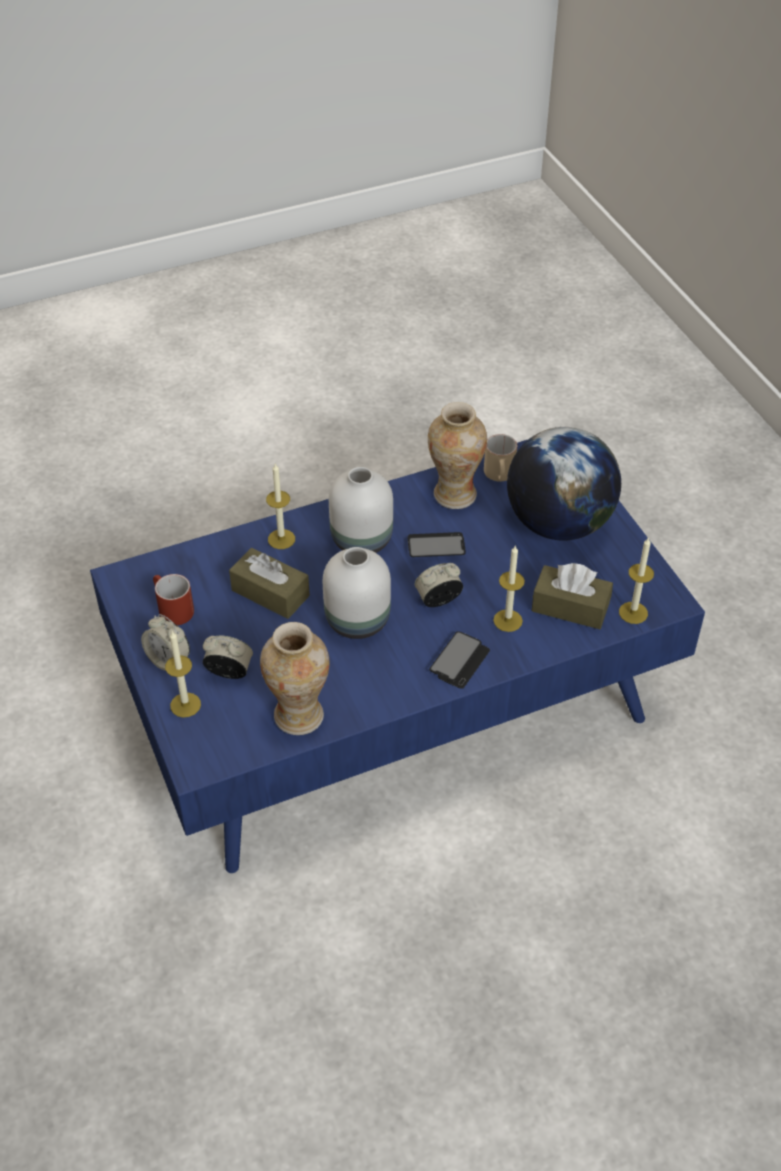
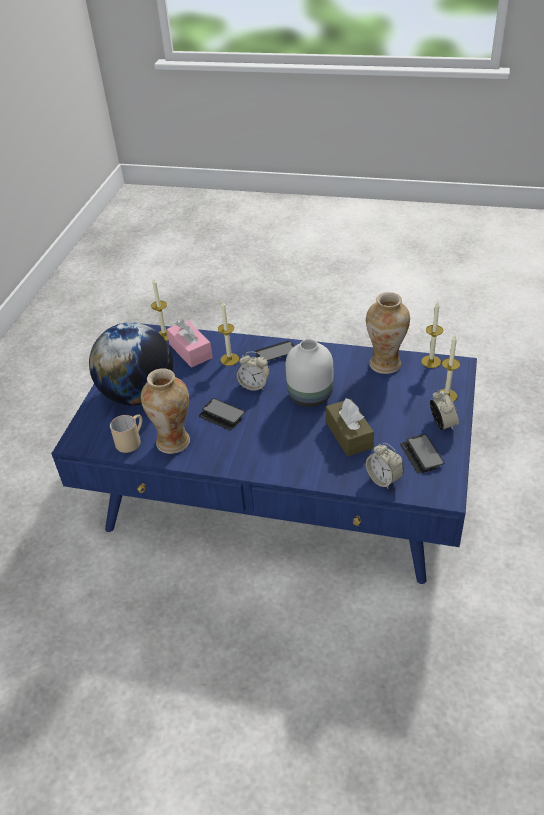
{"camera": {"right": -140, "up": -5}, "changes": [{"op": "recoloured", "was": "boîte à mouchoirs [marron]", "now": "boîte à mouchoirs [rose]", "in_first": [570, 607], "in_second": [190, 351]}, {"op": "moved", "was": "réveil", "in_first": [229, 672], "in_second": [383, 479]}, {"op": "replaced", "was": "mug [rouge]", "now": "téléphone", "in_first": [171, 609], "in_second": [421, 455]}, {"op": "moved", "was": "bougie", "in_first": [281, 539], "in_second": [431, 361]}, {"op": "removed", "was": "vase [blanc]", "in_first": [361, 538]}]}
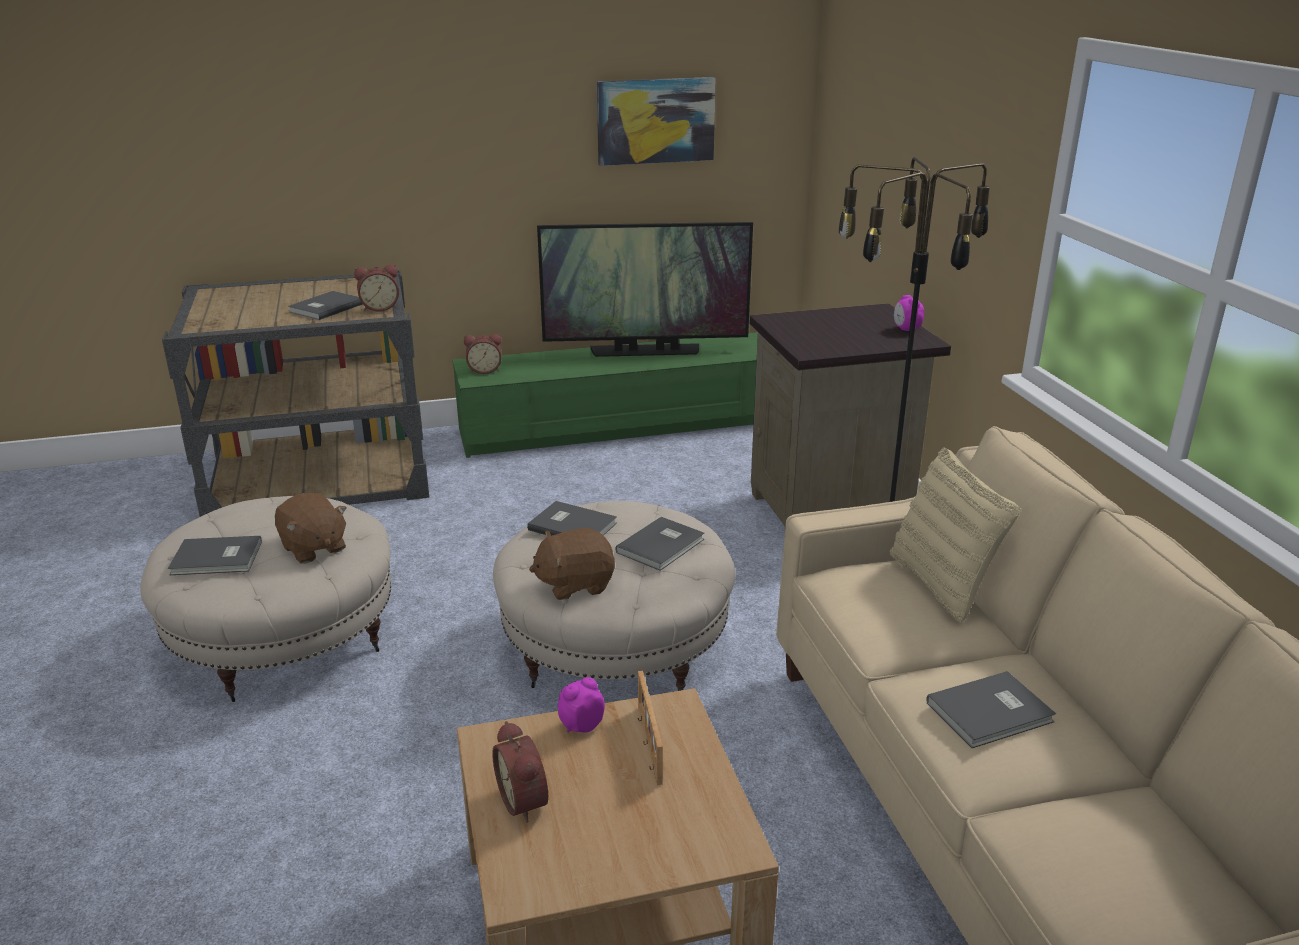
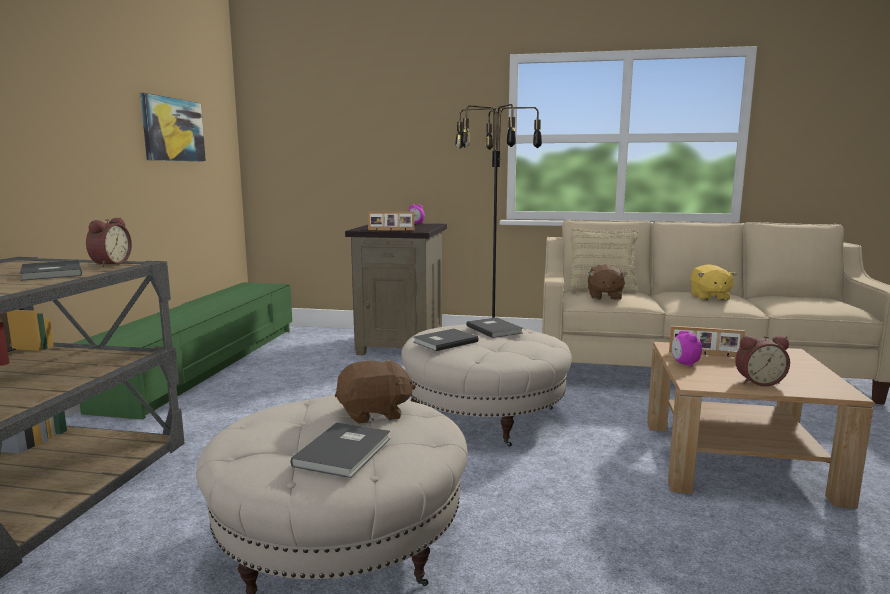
{"camera": {"right": -65, "up": -15}, "changes": [{"op": "added", "now": "cadre photo", "in_second": [391, 230]}, {"op": "moved", "was": "peluche [marron]", "in_first": [575, 584], "in_second": [604, 297]}, {"op": "replaced", "was": "livre [gris]", "now": "peluche [jaune]", "in_first": [992, 713], "in_second": [709, 297]}, {"op": "removed", "was": "réveil", "in_first": [484, 370]}, {"op": "removed", "was": "téléviseur", "in_first": [645, 351]}]}
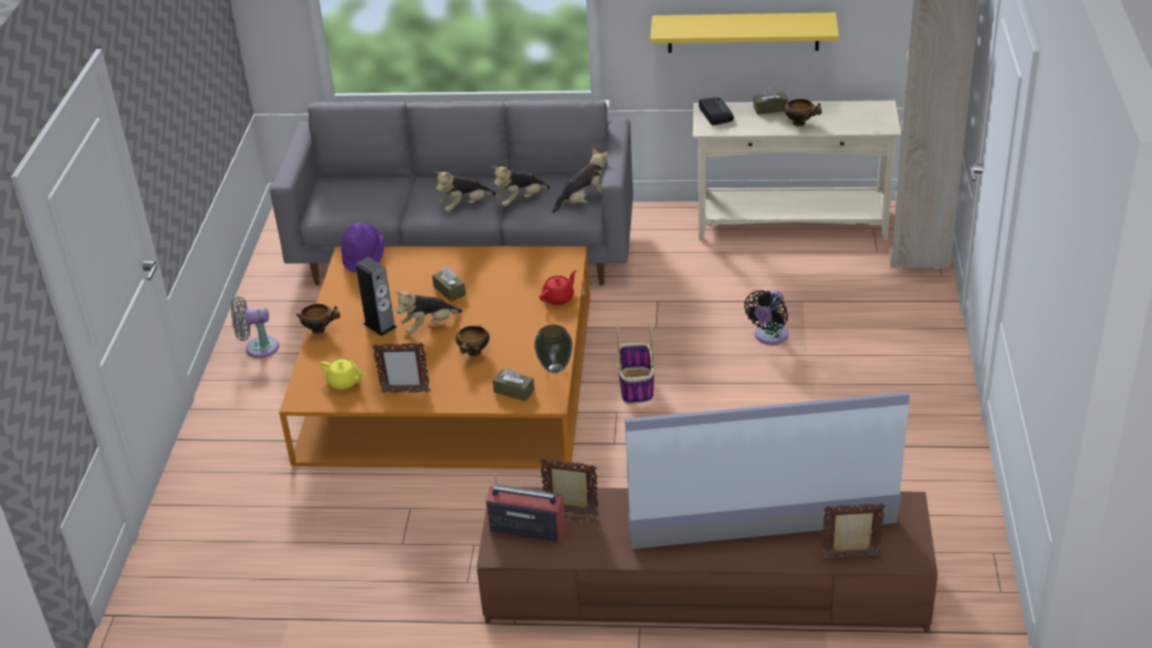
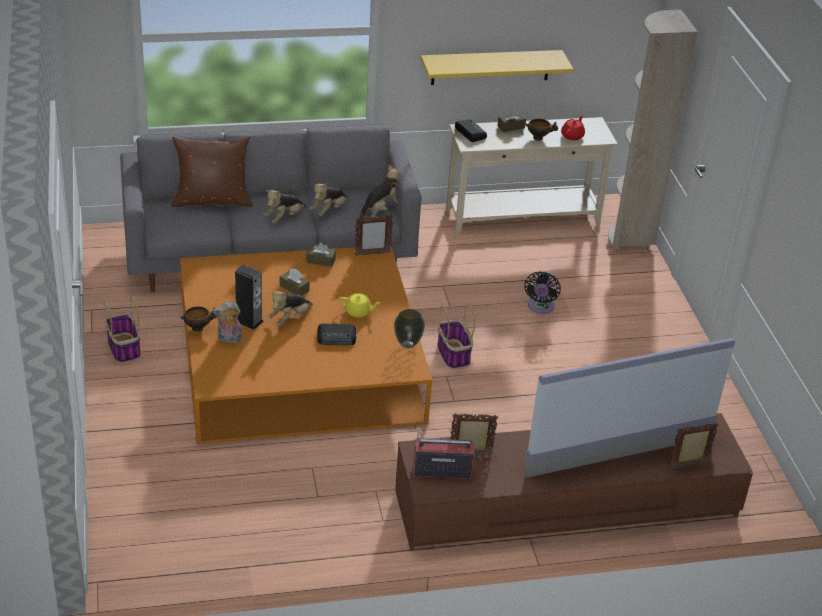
{"camera": {"right": -20, "up": 0}, "changes": [{"op": "replaced", "was": "ventilateur [gris]", "now": "panier", "in_first": [258, 348], "in_second": [124, 349]}, {"op": "added", "now": "coussin [marron]", "in_second": [212, 200]}, {"op": "added", "now": "peluche", "in_second": [229, 339]}, {"op": "moved", "was": "boîte à mouchoirs [marron]", "in_first": [514, 391], "in_second": [320, 261]}, {"op": "replaced", "was": "bol", "now": "radio", "in_first": [474, 353], "in_second": [337, 338]}, {"op": "moved", "was": "théière [jaune]", "in_first": [344, 382], "in_second": [358, 312]}, {"op": "moved", "was": "cadre photo", "in_first": [405, 392], "in_second": [372, 254]}, {"op": "moved", "was": "théière [rouge]", "in_first": [559, 298], "in_second": [572, 136]}, {"op": "removed", "was": "chapeau [violet]", "in_first": [363, 257]}]}
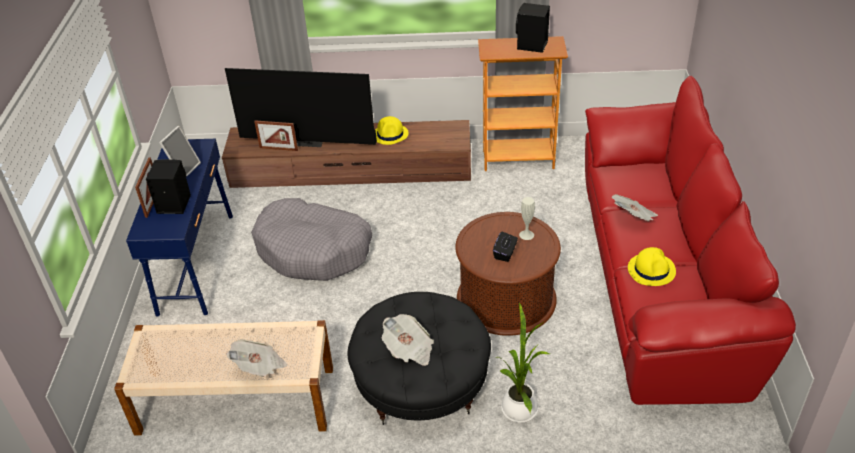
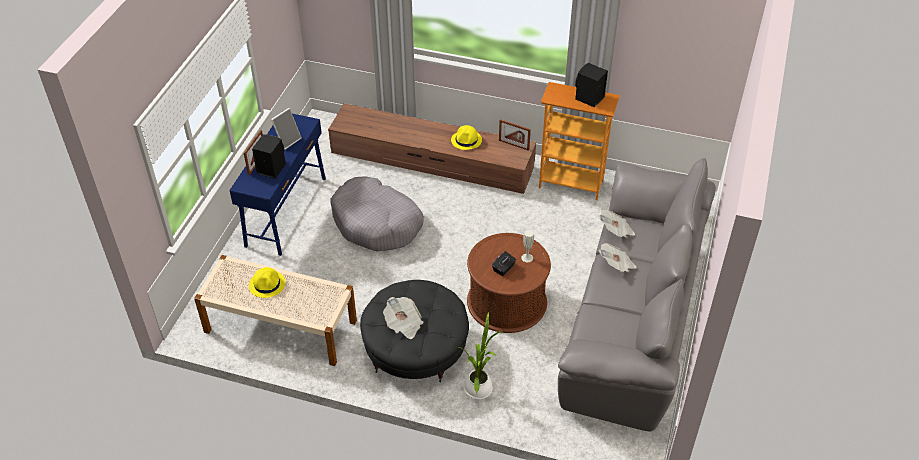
{"camera": {"right": 15, "up": 5}, "changes": [{"op": "moved", "was": "chapeau [jaune]", "in_first": [651, 270], "in_second": [267, 284]}, {"op": "moved", "was": "cadre photo", "in_first": [278, 149], "in_second": [514, 145]}, {"op": "recoloured", "was": "canapé [rouge]", "now": "canapé [gris]", "in_first": [659, 288], "in_second": [630, 325]}, {"op": "moved", "was": "journal", "in_first": [259, 367], "in_second": [615, 231]}, {"op": "removed", "was": "téléviseur", "in_first": [310, 141]}]}
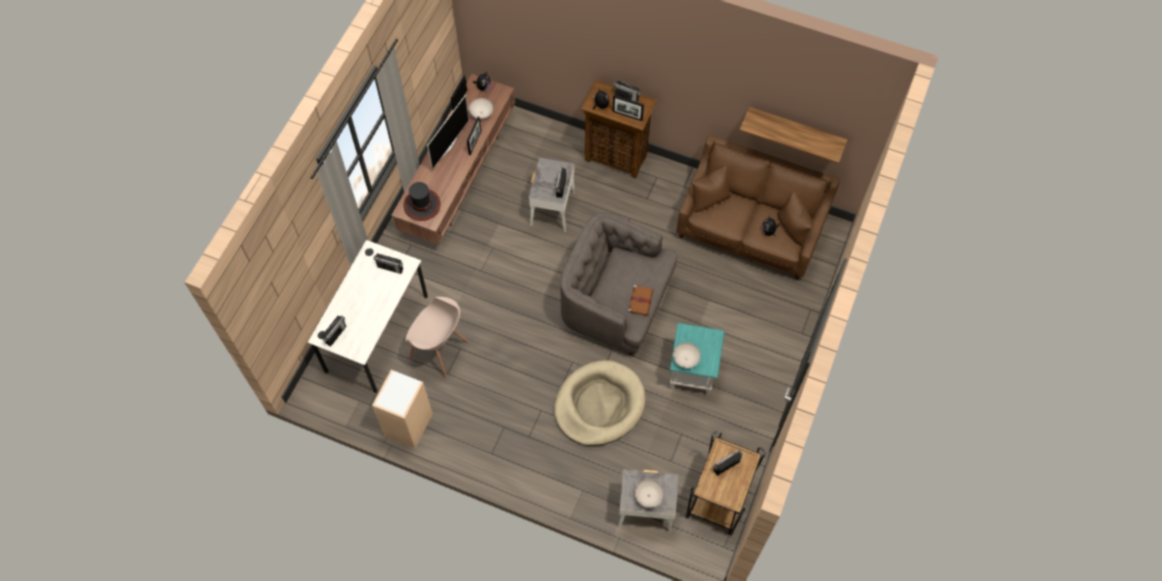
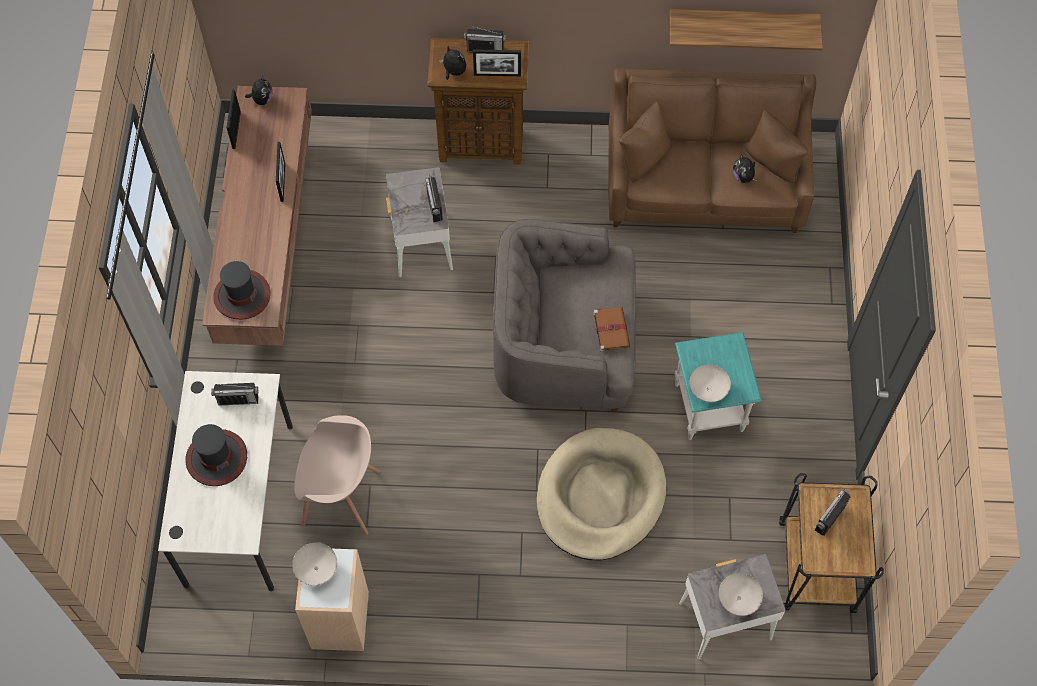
{"camera": {"right": -20, "up": 0}, "changes": [{"op": "added", "now": "chapeau", "in_second": [216, 458]}, {"op": "moved", "was": "bol [blanc]", "in_first": [482, 113], "in_second": [317, 569]}, {"op": "removed", "was": "radio", "in_first": [336, 334]}, {"op": "removed", "was": "téléviseur", "in_first": [448, 146]}]}
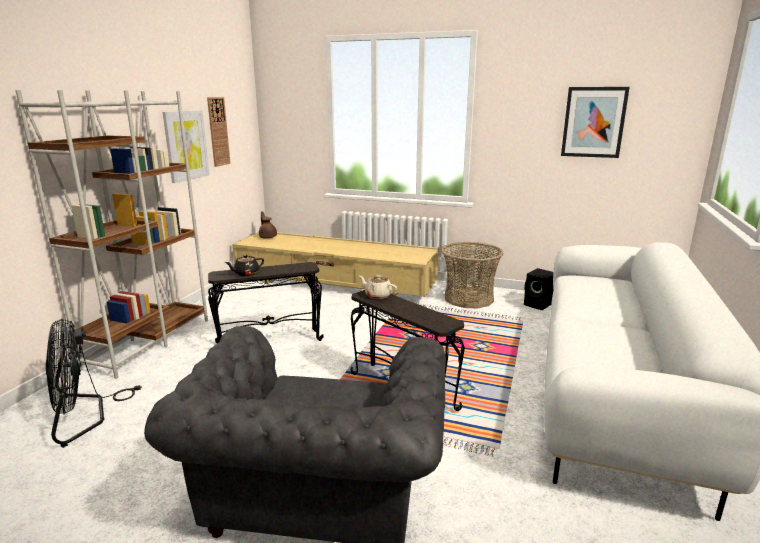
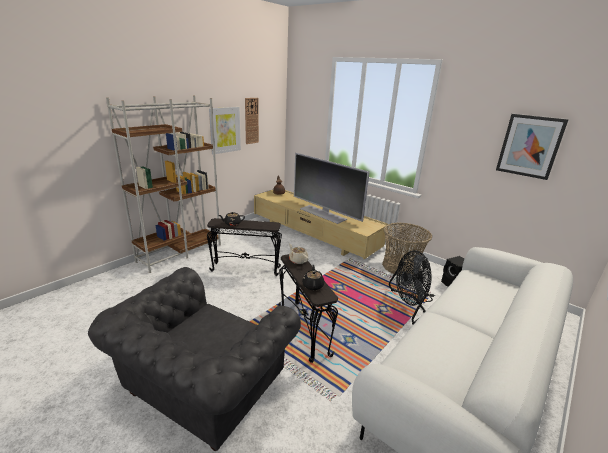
{"camera": {"right": 20, "up": 5}, "changes": [{"op": "added", "now": "téléviseur", "in_second": [323, 214]}, {"op": "added", "now": "théière [noir]", "in_second": [313, 285]}, {"op": "moved", "was": "ventilateur [noir]", "in_first": [86, 412], "in_second": [411, 304]}]}
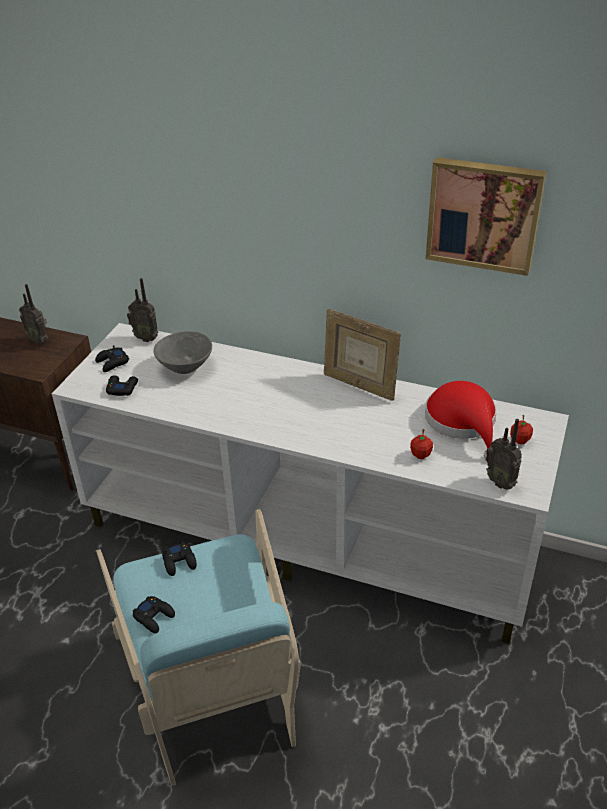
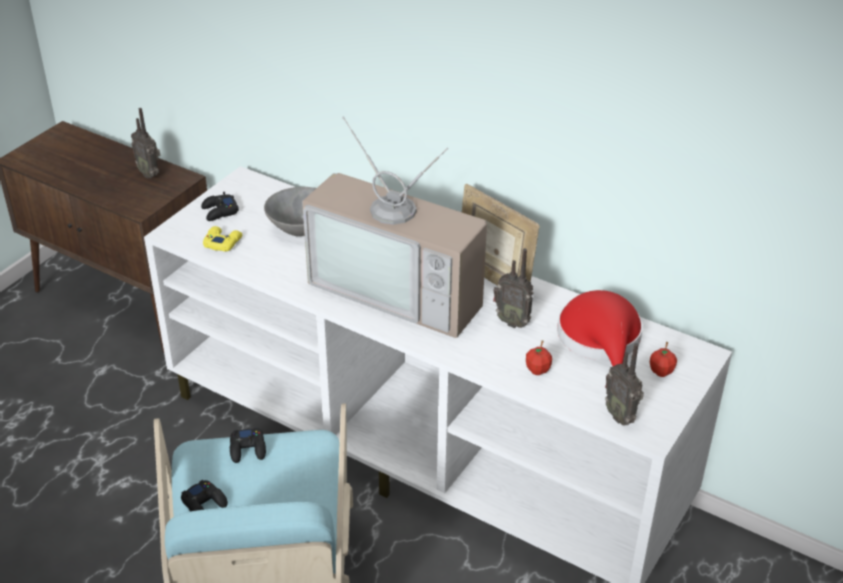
{"camera": {"right": 10, "up": 0}, "changes": [{"op": "recoloured", "was": "manette [noir]", "now": "manette [jaune]", "in_first": [122, 388], "in_second": [222, 242]}, {"op": "added", "now": "téléviseur", "in_second": [401, 288]}, {"op": "moved", "was": "radio", "in_first": [146, 338], "in_second": [512, 321]}, {"op": "removed", "was": "tableau", "in_first": [484, 214]}]}
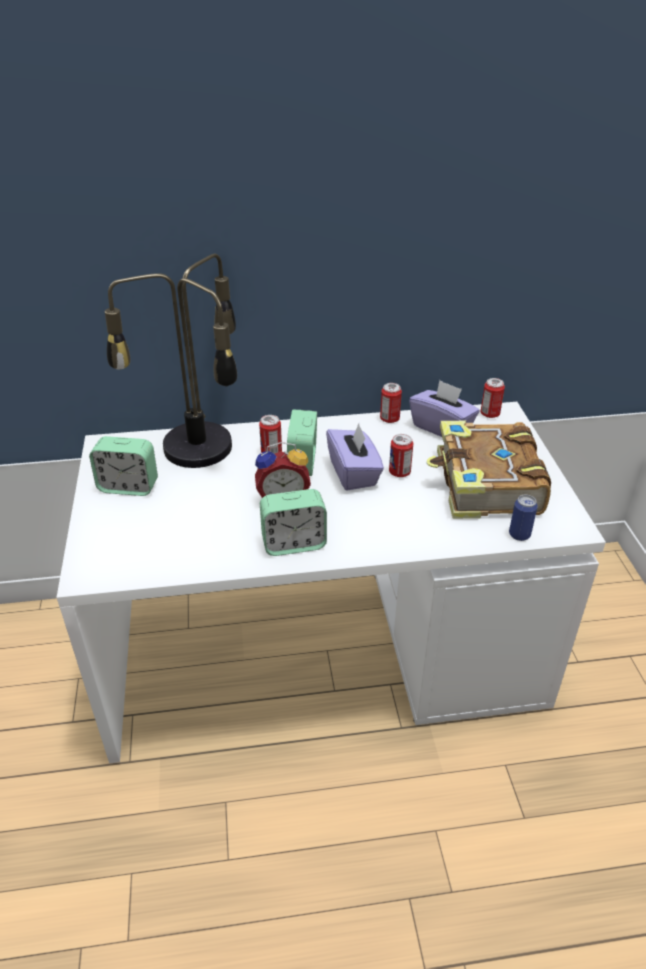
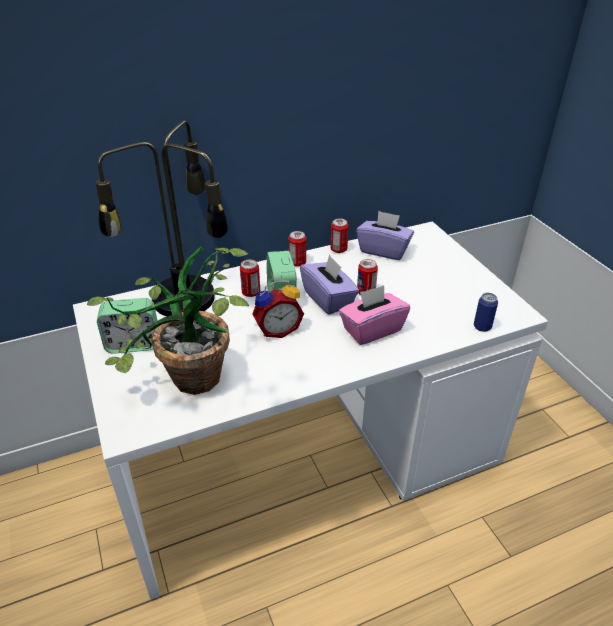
{"camera": {"right": -15, "up": 0}, "changes": [{"op": "added", "now": "plante en pot", "in_second": [190, 387]}, {"op": "moved", "was": "boîte métallique", "in_first": [490, 414], "in_second": [297, 263]}, {"op": "added", "now": "boîte à mouchoirs [rose]", "in_second": [372, 329]}, {"op": "removed", "was": "réveil", "in_first": [294, 543]}, {"op": "removed", "was": "livre", "in_first": [485, 485]}]}
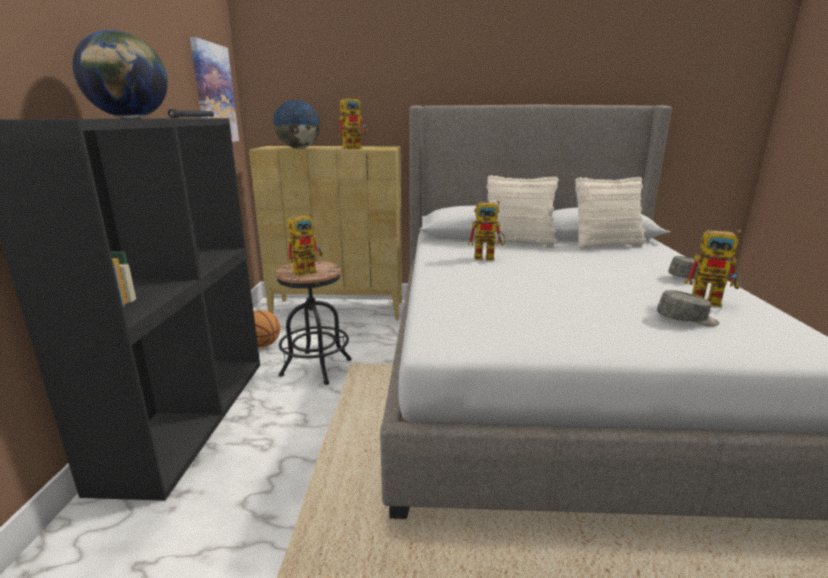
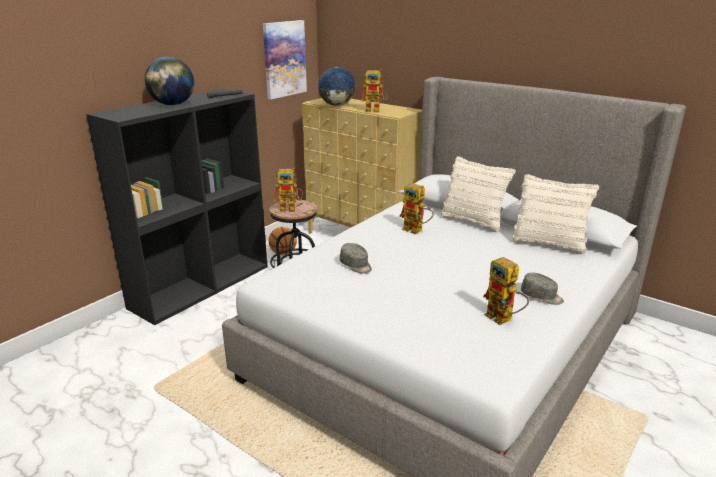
{"camera": {"right": 35, "up": 5}, "changes": [{"op": "moved", "was": "casquette [gris]", "in_first": [686, 319], "in_second": [356, 265]}]}
